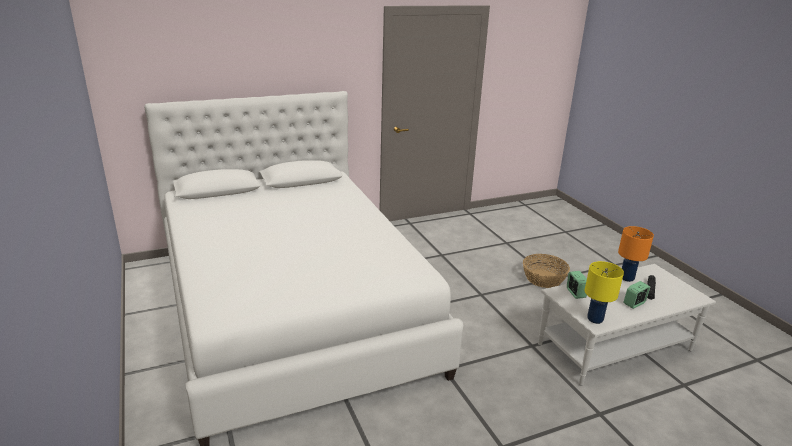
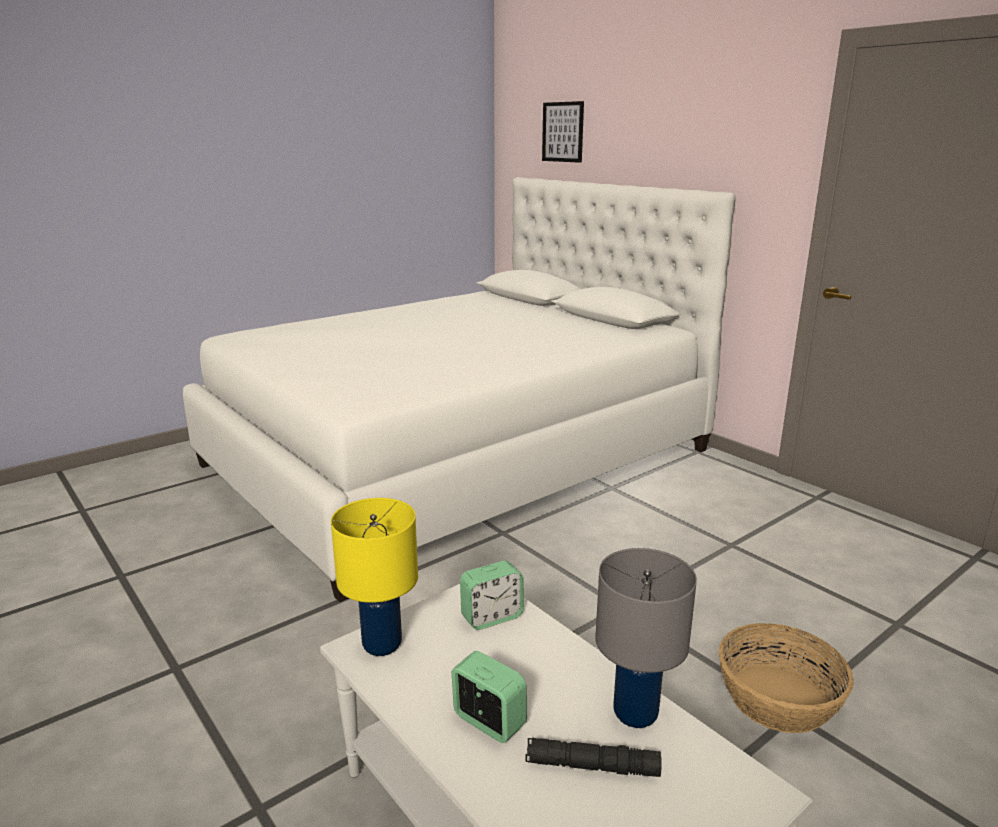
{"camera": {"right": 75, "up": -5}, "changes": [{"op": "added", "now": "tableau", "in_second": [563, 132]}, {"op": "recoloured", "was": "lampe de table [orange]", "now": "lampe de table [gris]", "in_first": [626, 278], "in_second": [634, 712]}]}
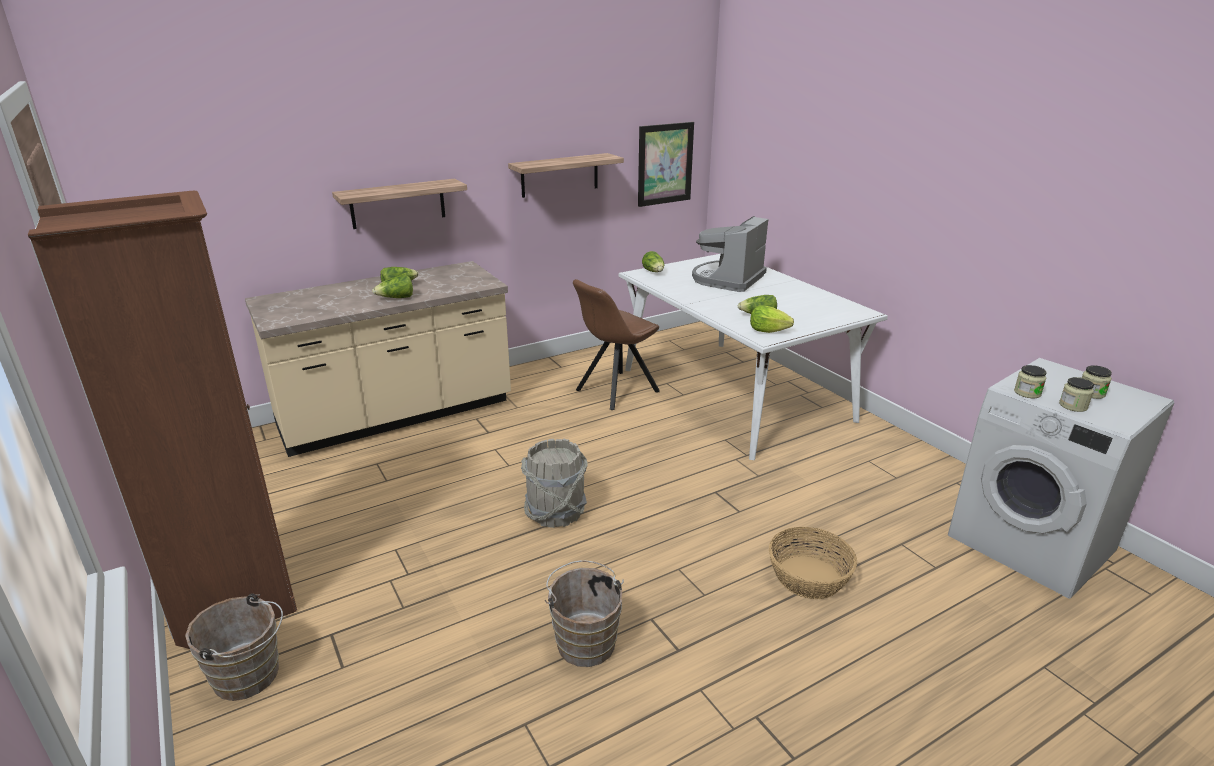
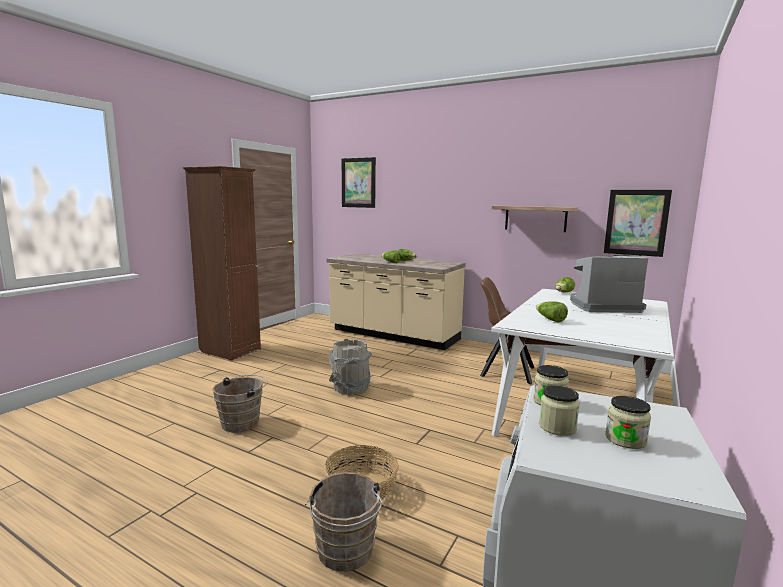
{"camera": {"right": 60, "up": -15}, "changes": [{"op": "moved", "was": "seau [marron]", "in_first": [251, 677], "in_second": [345, 553]}, {"op": "added", "now": "tableau", "in_second": [358, 182]}, {"op": "removed", "was": "étagère", "in_first": [398, 204]}, {"op": "removed", "was": "laitue", "in_first": [768, 331]}]}
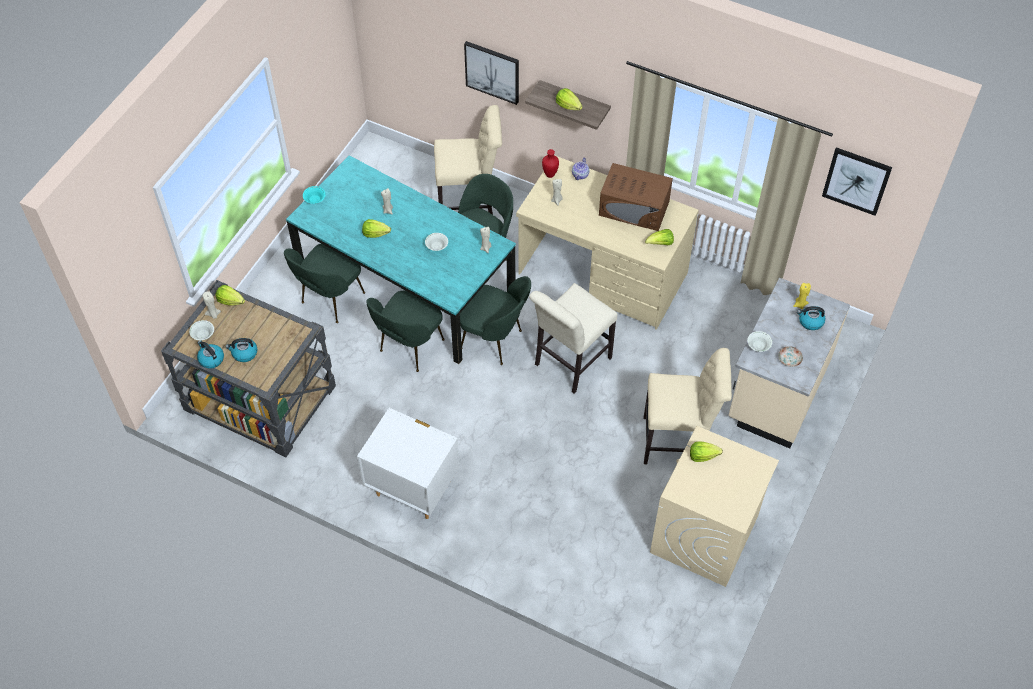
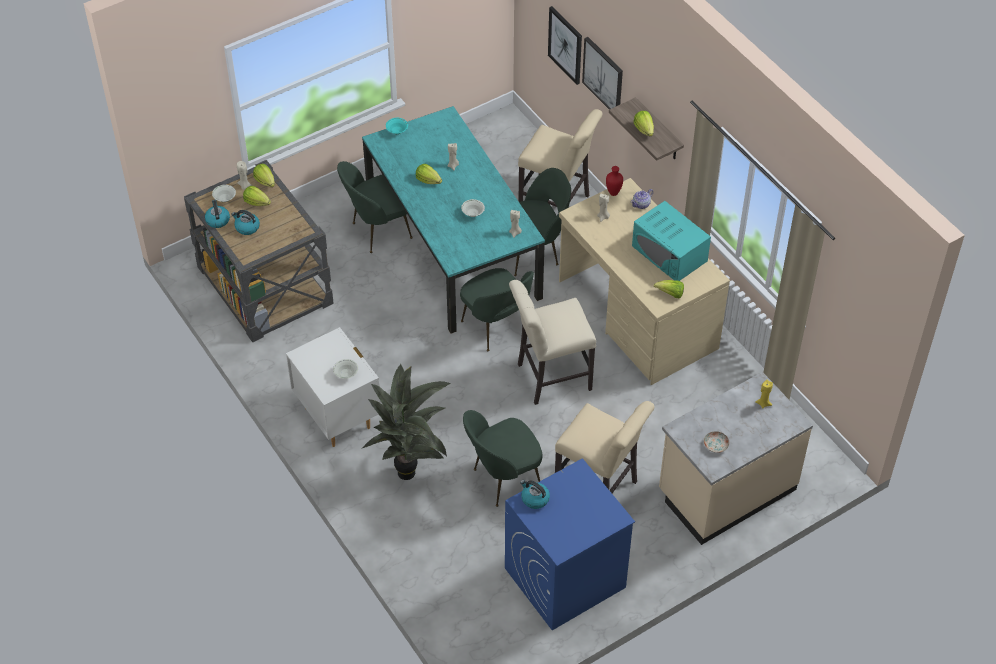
{"camera": {"right": 30, "up": -5}, "changes": [{"op": "moved", "was": "laitue", "in_first": [703, 456], "in_second": [257, 202]}, {"op": "moved", "was": "bol [blanc]", "in_first": [758, 346], "in_second": [346, 374]}, {"op": "added", "now": "plante en pot", "in_second": [410, 471]}, {"op": "moved", "was": "chaise [vert]", "in_first": [408, 349], "in_second": [502, 480]}, {"op": "recoloured", "was": "lave-linge [beige]", "now": "lave-linge [bleu]", "in_first": [704, 535], "in_second": [564, 578]}, {"op": "moved", "was": "bouilloire", "in_first": [810, 322], "in_second": [534, 499]}, {"op": "moved", "was": "tableau", "in_first": [856, 180], "in_second": [565, 45]}, {"op": "recoloured", "was": "micro-ondes [marron]", "now": "micro-ondes [turquoise]", "in_first": [634, 208], "in_second": [669, 253]}]}
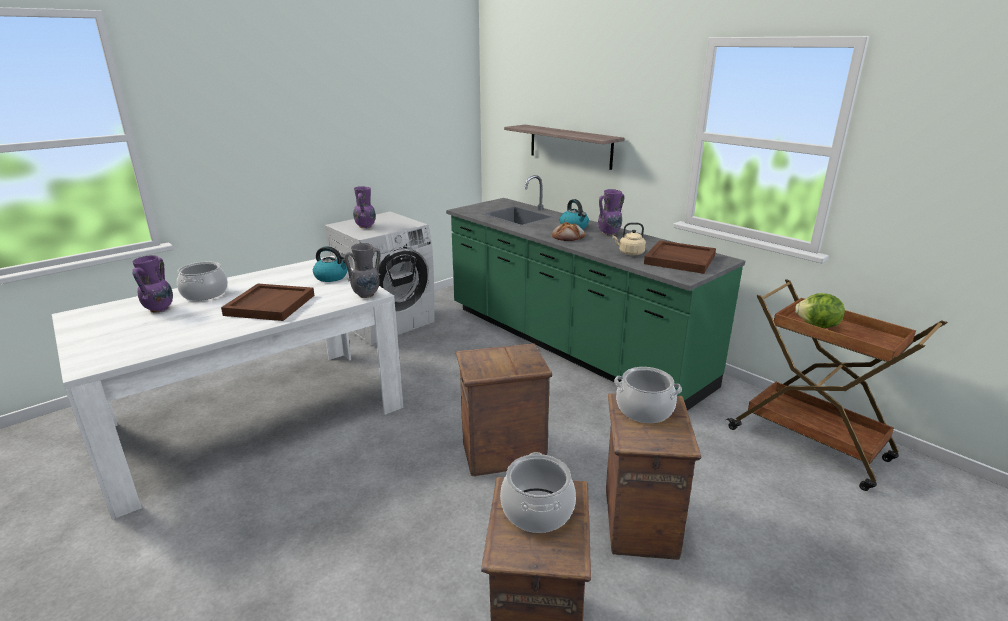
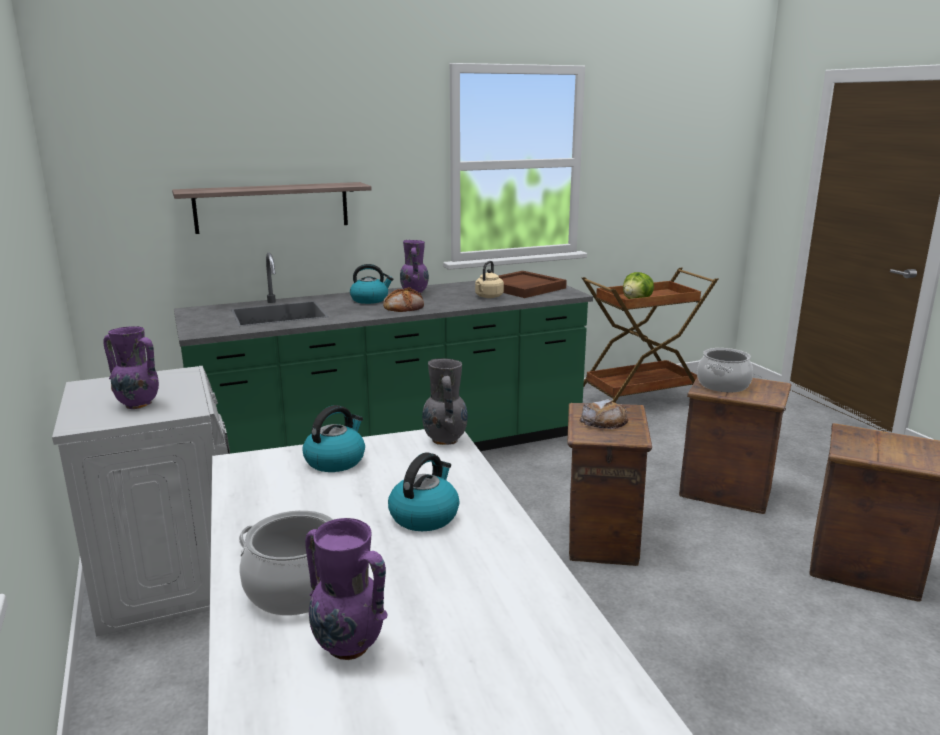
{"camera": {"right": -70, "up": -5}, "changes": [{"op": "replaced", "was": "plateau [marron]", "now": "bouilloire", "in_first": [270, 305], "in_second": [424, 516]}, {"op": "added", "now": "pain", "in_second": [604, 421]}, {"op": "removed", "was": "marmite", "in_first": [538, 510]}]}
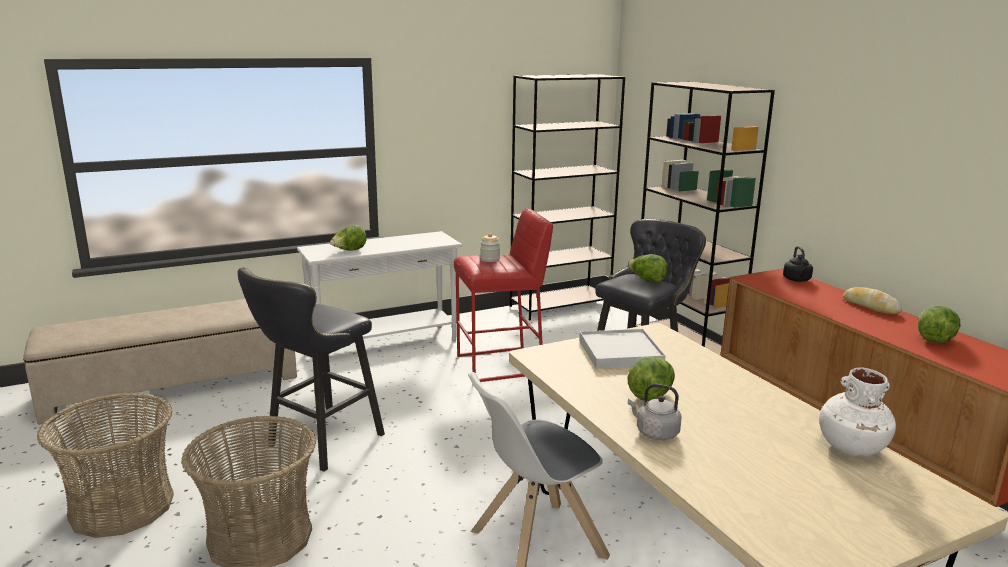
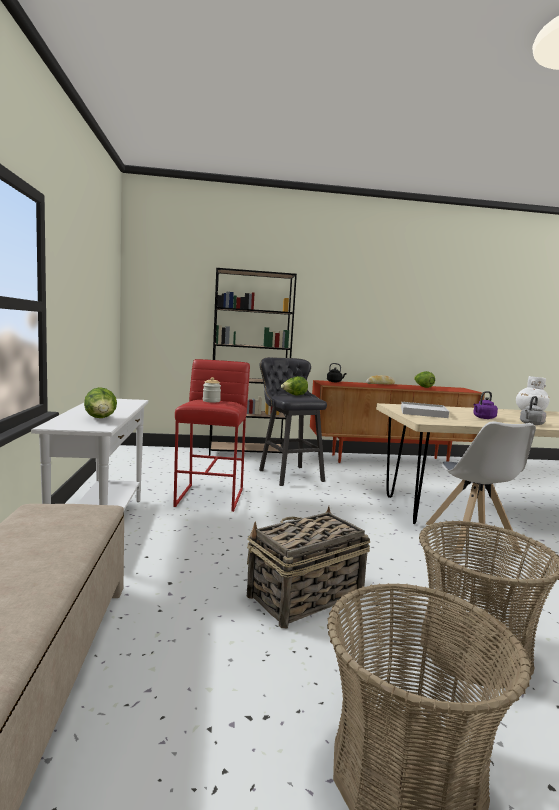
{"camera": {"right": -70, "up": -10}, "changes": [{"op": "replaced", "was": "tabouret [noir]", "now": "panier", "in_first": [316, 445], "in_second": [304, 597]}, {"op": "replaced", "was": "laitue", "now": "bouilloire [violet]", "in_first": [651, 394], "in_second": [483, 418]}, {"op": "removed", "was": "bibliothèque [beige]", "in_first": [560, 306]}]}
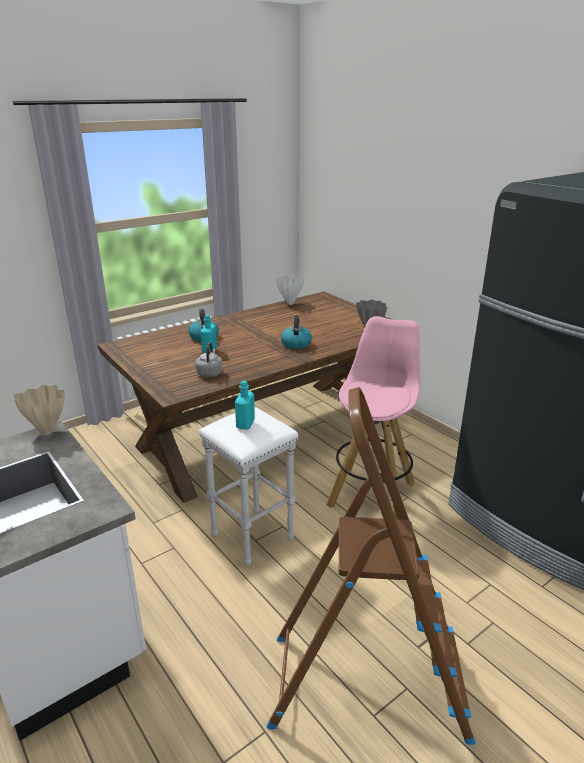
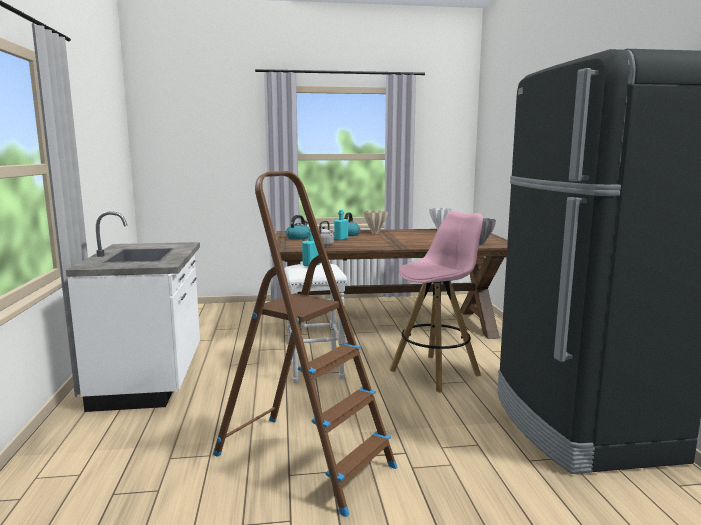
{"camera": {"right": 30, "up": -15}, "changes": [{"op": "moved", "was": "bouilloire", "in_first": [296, 344], "in_second": [298, 238]}, {"op": "moved", "was": "vase [beige]", "in_first": [48, 432], "in_second": [375, 233]}]}
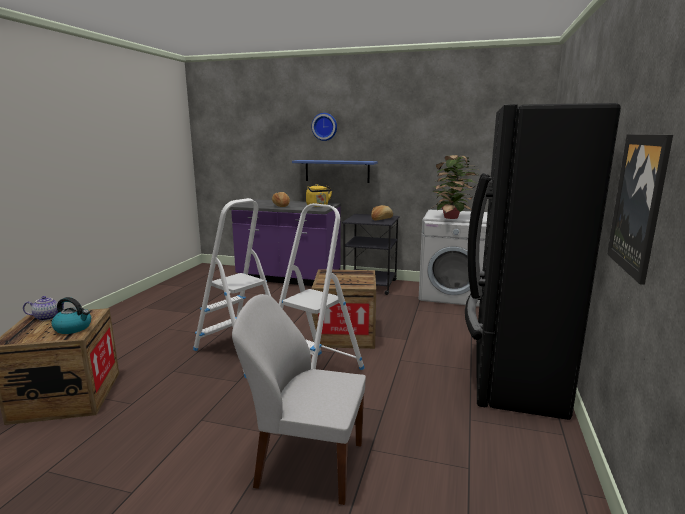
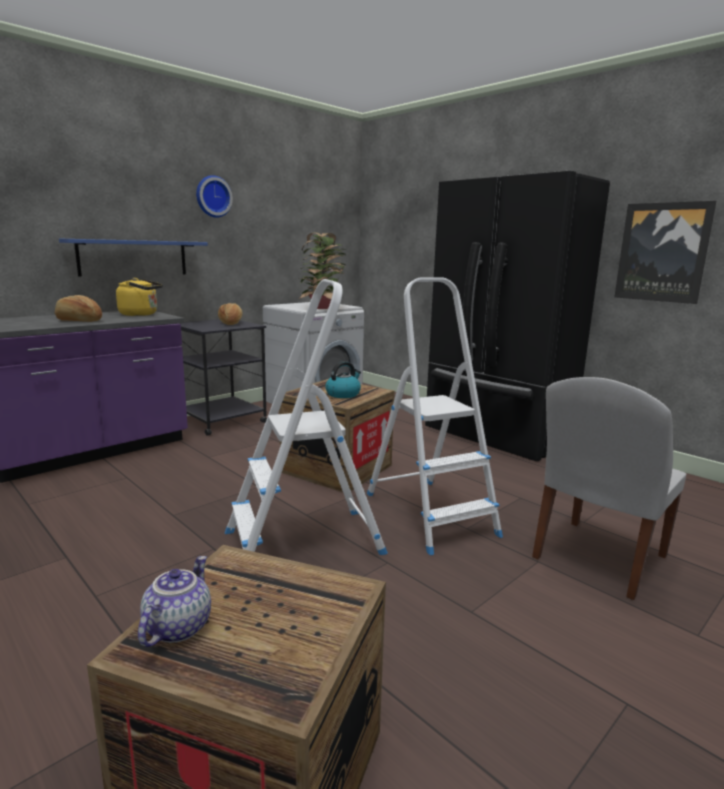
{"camera": {"right": -60, "up": 0}, "changes": [{"op": "moved", "was": "horloge murale", "in_first": [325, 126], "in_second": [212, 196]}, {"op": "moved", "was": "bouilloire", "in_first": [74, 328], "in_second": [343, 394]}]}
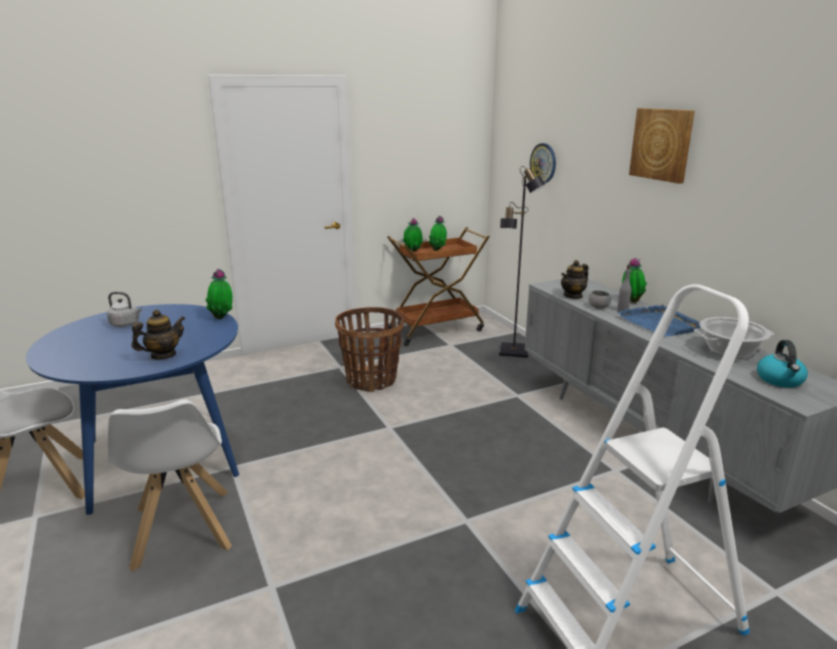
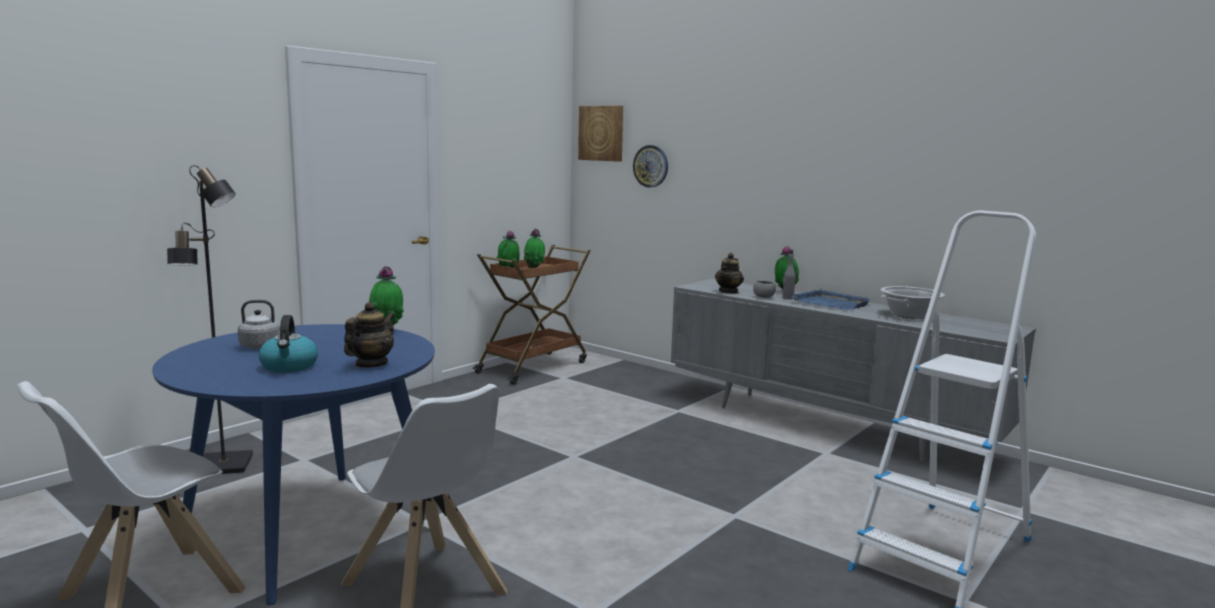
{"camera": {"right": -25, "up": -10}, "changes": [{"op": "moved", "was": "lampadaire [noir]", "in_first": [513, 351], "in_second": [223, 464]}, {"op": "moved", "was": "bouilloire", "in_first": [780, 380], "in_second": [289, 366]}, {"op": "moved", "was": "tableau", "in_first": [662, 144], "in_second": [601, 133]}, {"op": "removed", "was": "panier", "in_first": [371, 380]}]}
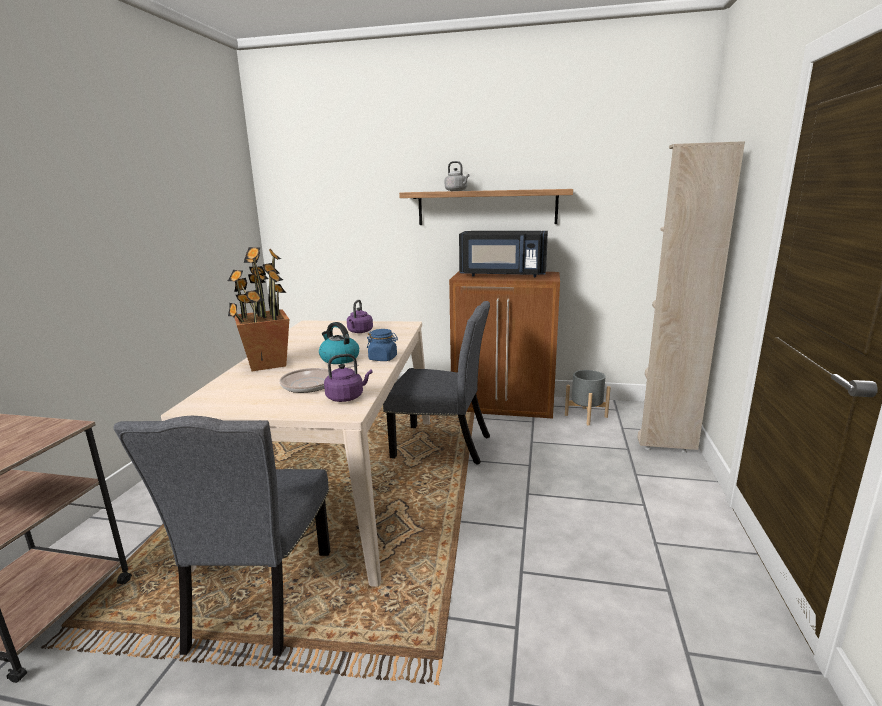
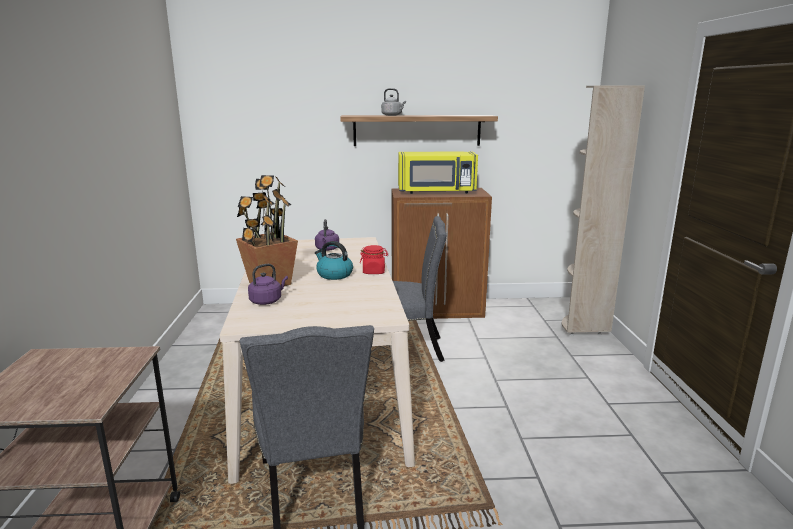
{"camera": {"right": -15, "up": 0}, "changes": [{"op": "moved", "was": "bouilloire [violet]", "in_first": [347, 397], "in_second": [267, 301]}, {"op": "recoloured", "was": "bocal [bleu]", "now": "bocal [rouge]", "in_first": [383, 358], "in_second": [374, 272]}, {"op": "recoloured", "was": "micro-ondes [noir]", "now": "micro-ondes [jaune]", "in_first": [503, 275], "in_second": [436, 192]}, {"op": "removed", "was": "poêle", "in_first": [312, 384]}, {"op": "removed", "was": "cache-pot [gris]", "in_first": [585, 416]}]}
